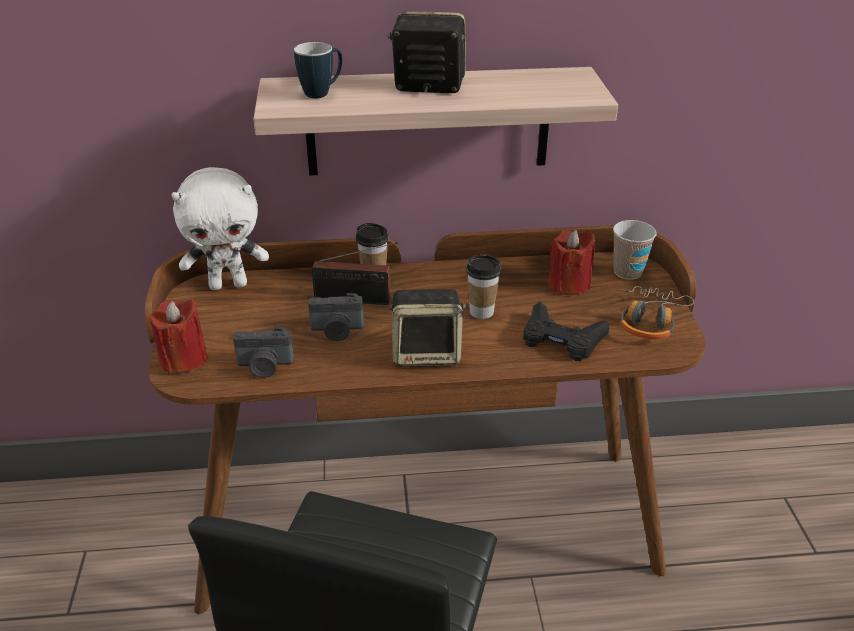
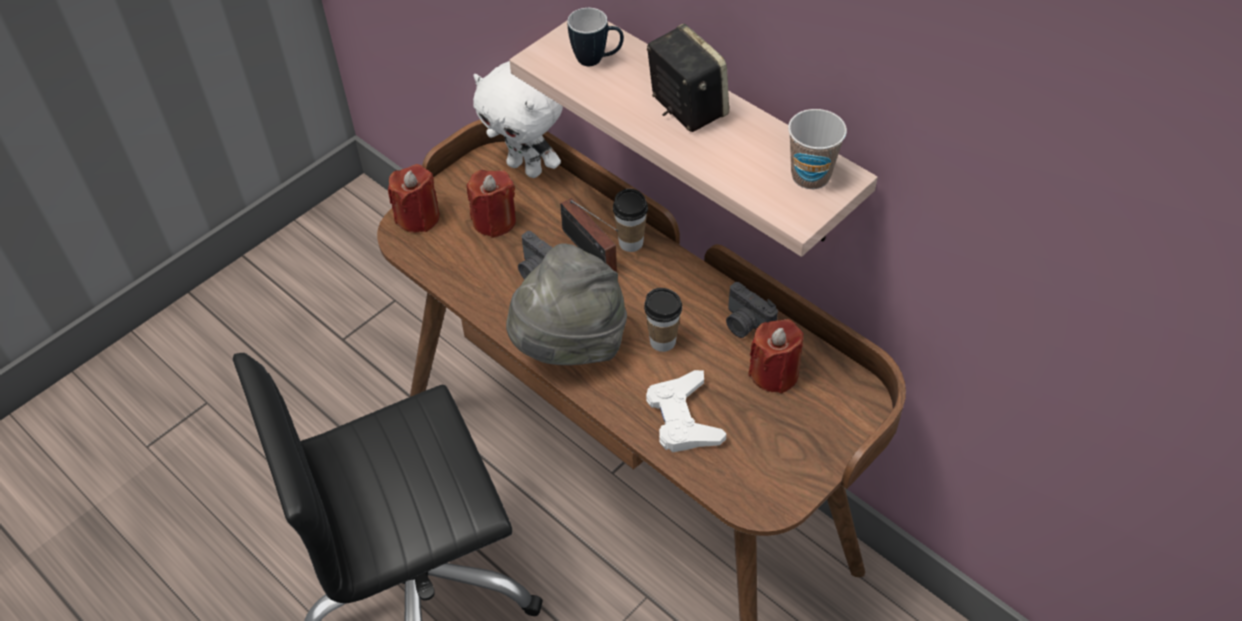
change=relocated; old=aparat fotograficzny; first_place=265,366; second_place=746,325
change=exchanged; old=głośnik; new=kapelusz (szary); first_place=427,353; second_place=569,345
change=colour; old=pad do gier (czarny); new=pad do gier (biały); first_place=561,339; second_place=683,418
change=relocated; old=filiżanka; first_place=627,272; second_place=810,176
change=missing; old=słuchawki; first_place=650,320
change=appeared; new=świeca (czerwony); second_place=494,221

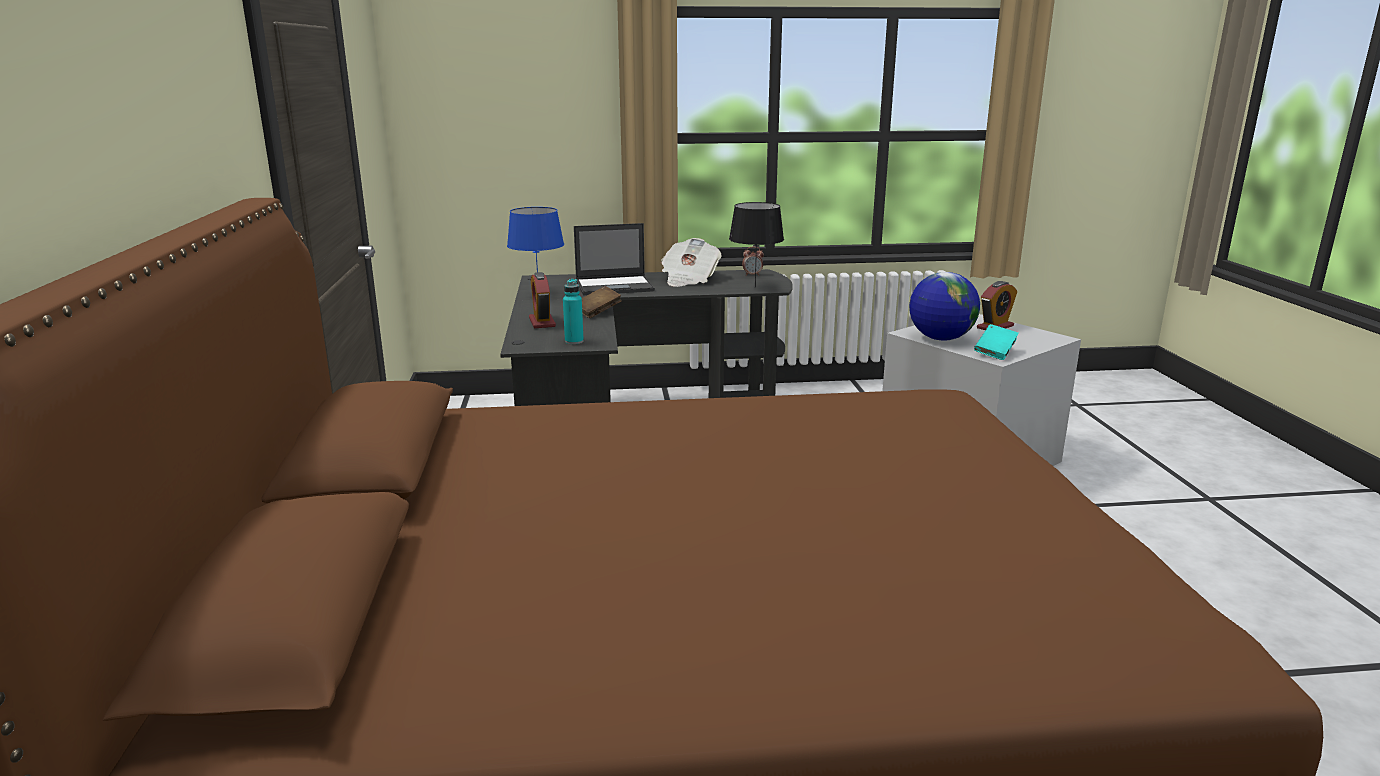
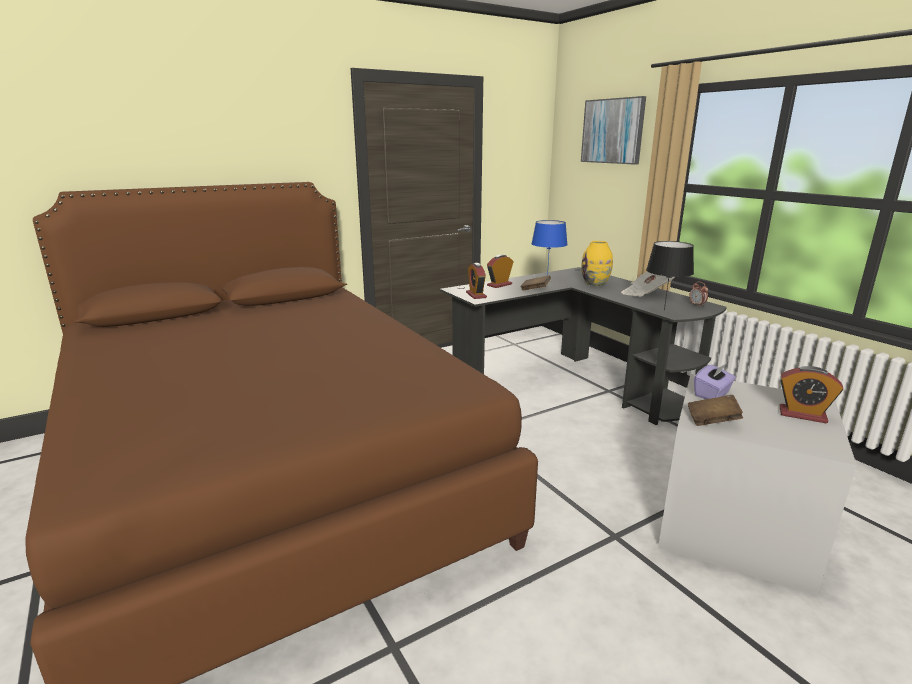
change=exchanged; old=butelka (turkusowy); new=budzik; first_place=574,341; second_place=476,295
change=exchanged; old=laptop; new=wazon (żółty); first_place=615,286; second_place=595,284
change=exchanged; old=globus; new=pudełko chusteczek (fioletowy); first_place=940,338; second_place=712,394
change=colour; old=książka (turkusowy); new=książka (brązowy); first_place=995,353; second_place=712,421
change=appeared; new=obraz; second_place=612,131

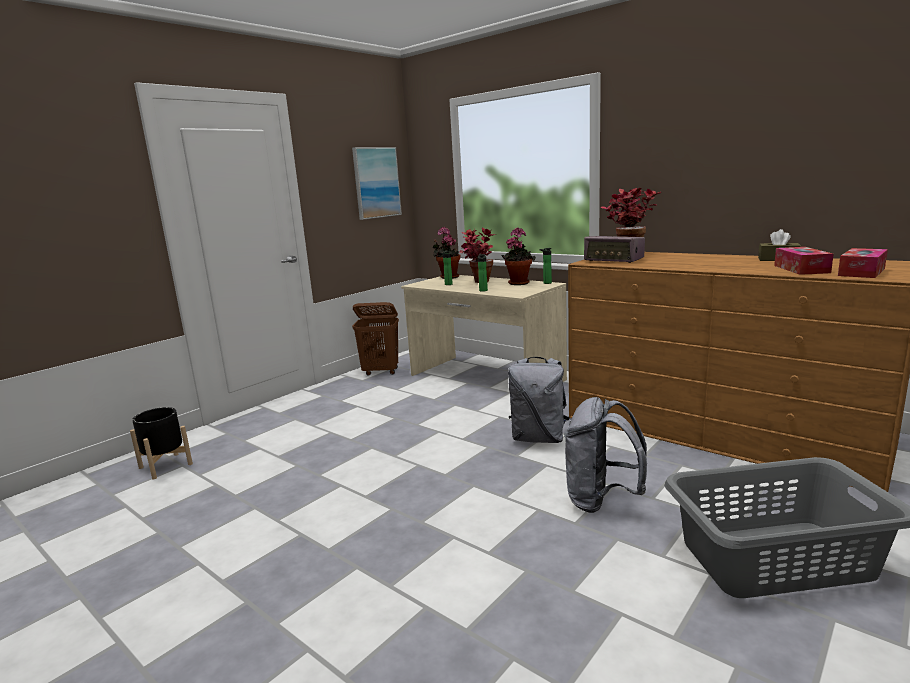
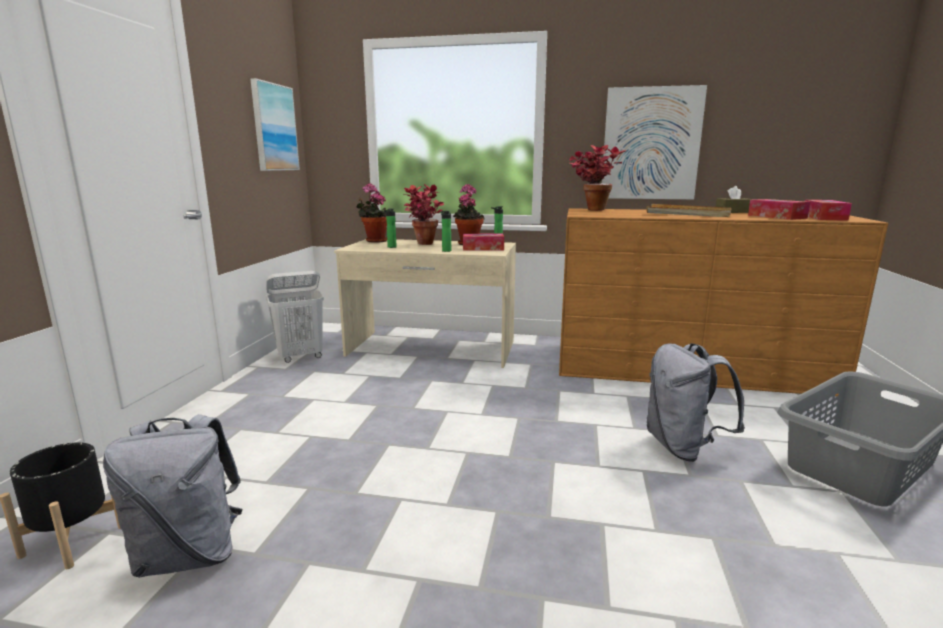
change=colour; old=kosz na pranie (brązowy); new=kosz na pranie (biały); first_place=381,372; second_place=301,357
change=relocated; old=plecak (szary); first_place=539,438; second_place=190,555
change=missing; old=radio; first_place=614,260
change=appeared; new=pudełko chusteczek; second_place=483,248
change=appeared; new=obraz; second_place=651,144
change=appeared; new=taca (beżowy); second_place=688,214

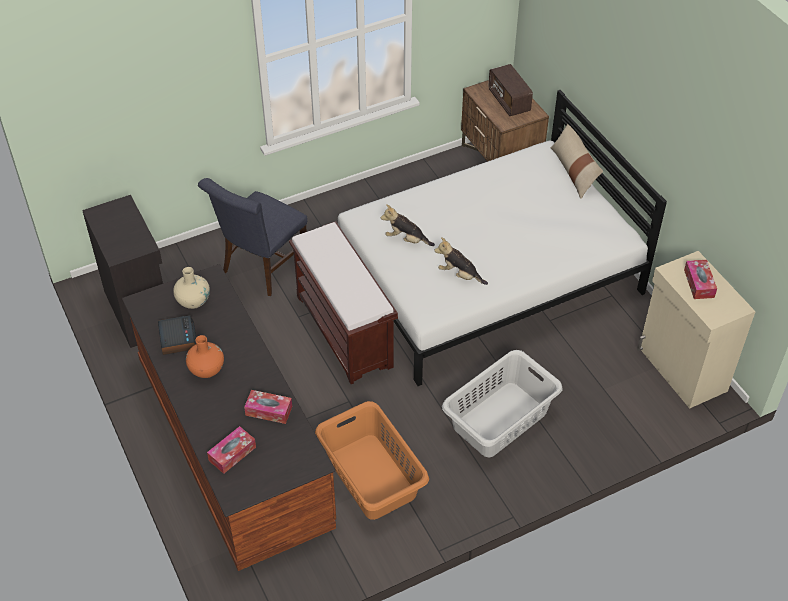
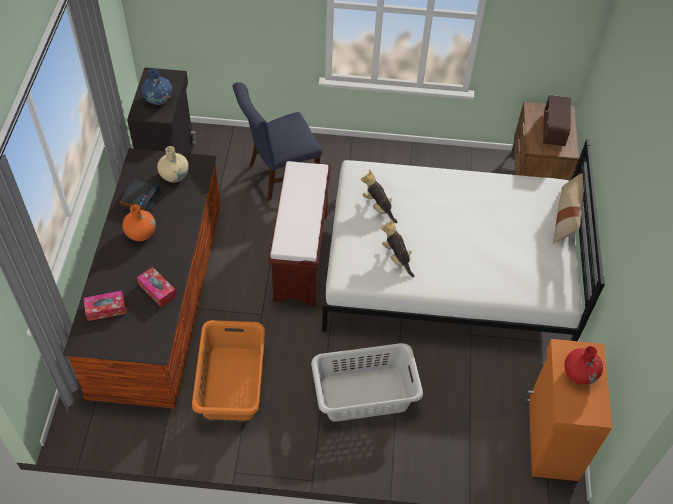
change=colour; old=szafka (beżowy); new=szafka (pomarańczowy); first_place=681,370; second_place=551,439
change=exchanged; old=pudełko chusteczek; new=wazon (czerwony); first_place=699,283; second_place=579,374
change=appeared; new=wazon (niebieski); second_place=158,99

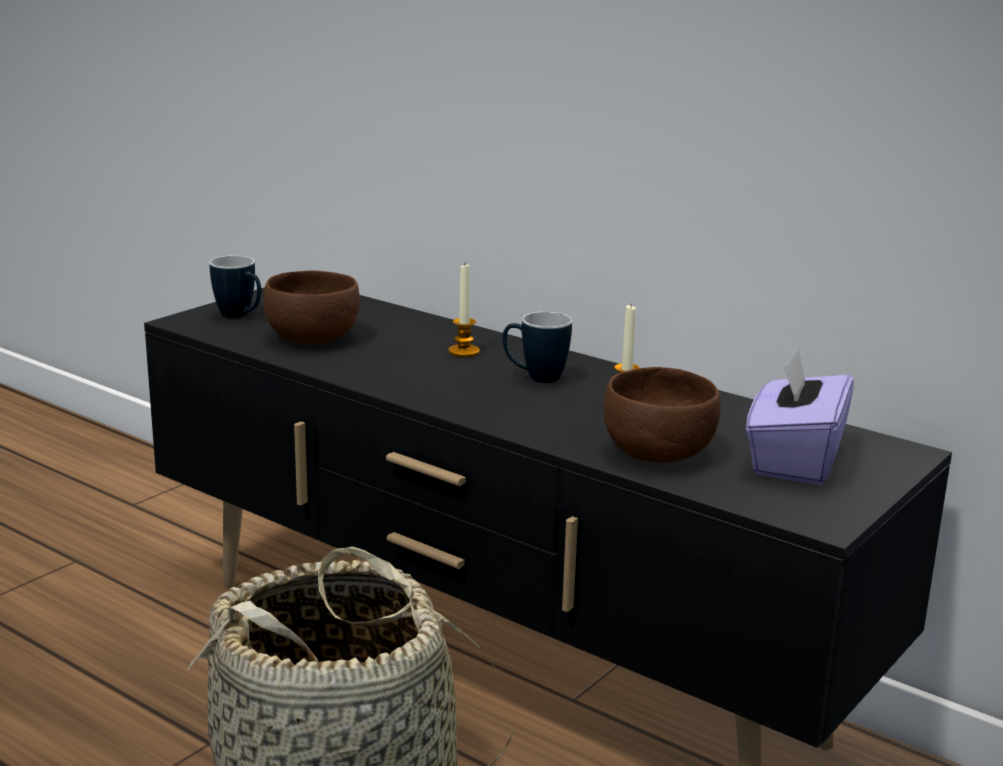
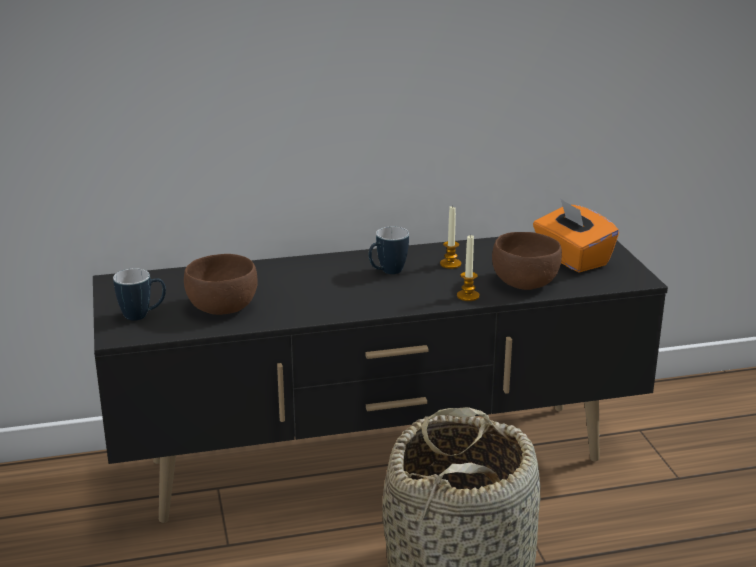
change=relocated; old=świeca; first_place=464,351; second_place=468,296
change=colour; old=pudełko chusteczek (fioletowy); new=pudełko chusteczek (pomarańczowy); first_place=794,460; second_place=572,259

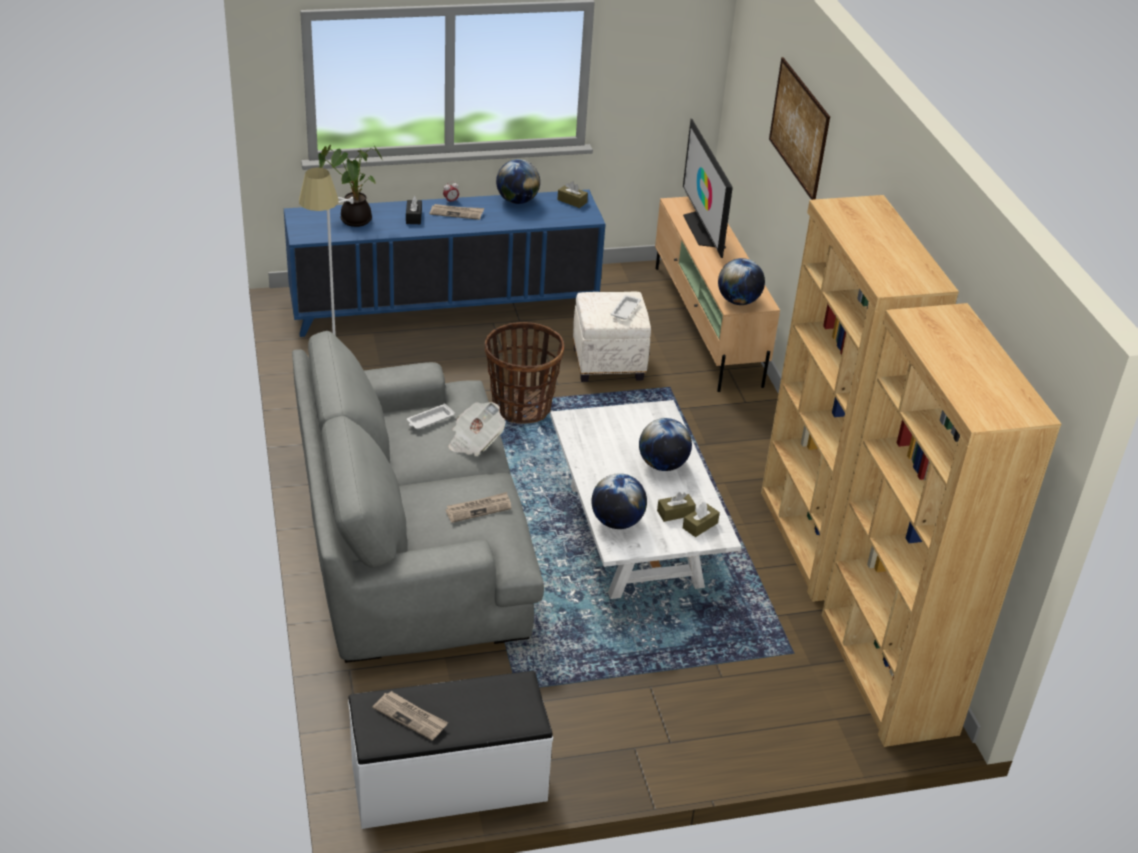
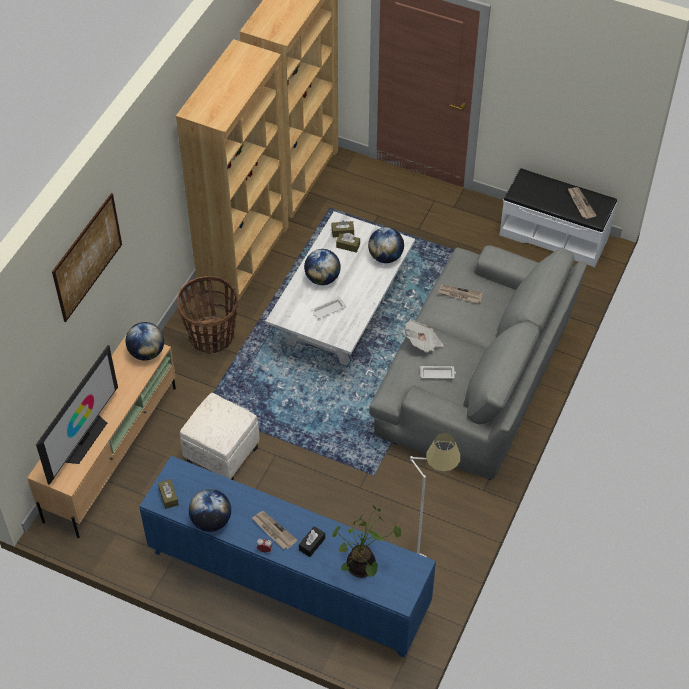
change=relocated; old=koszyk; first_place=521,407; second_place=211,336
change=relocated; old=taca (biały); first_place=625,309; second_place=328,310

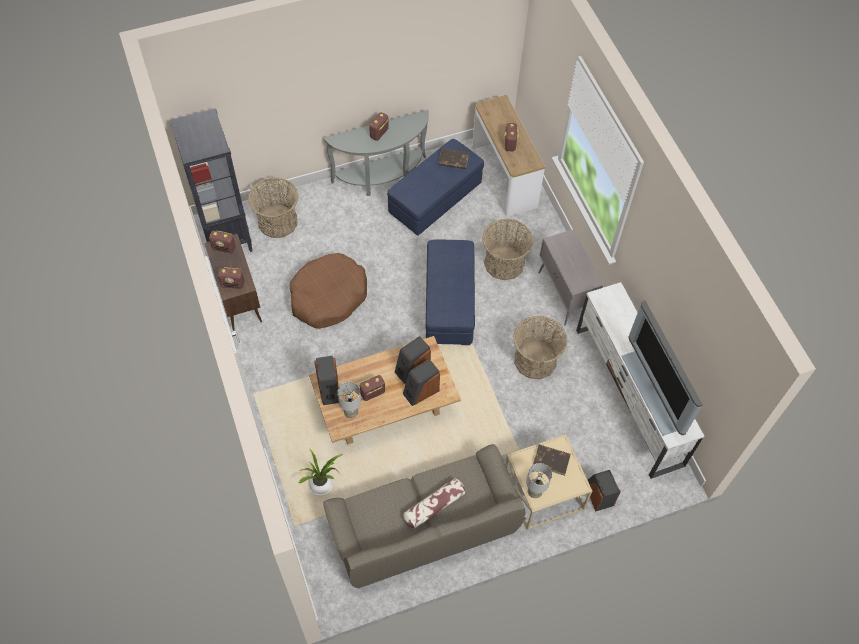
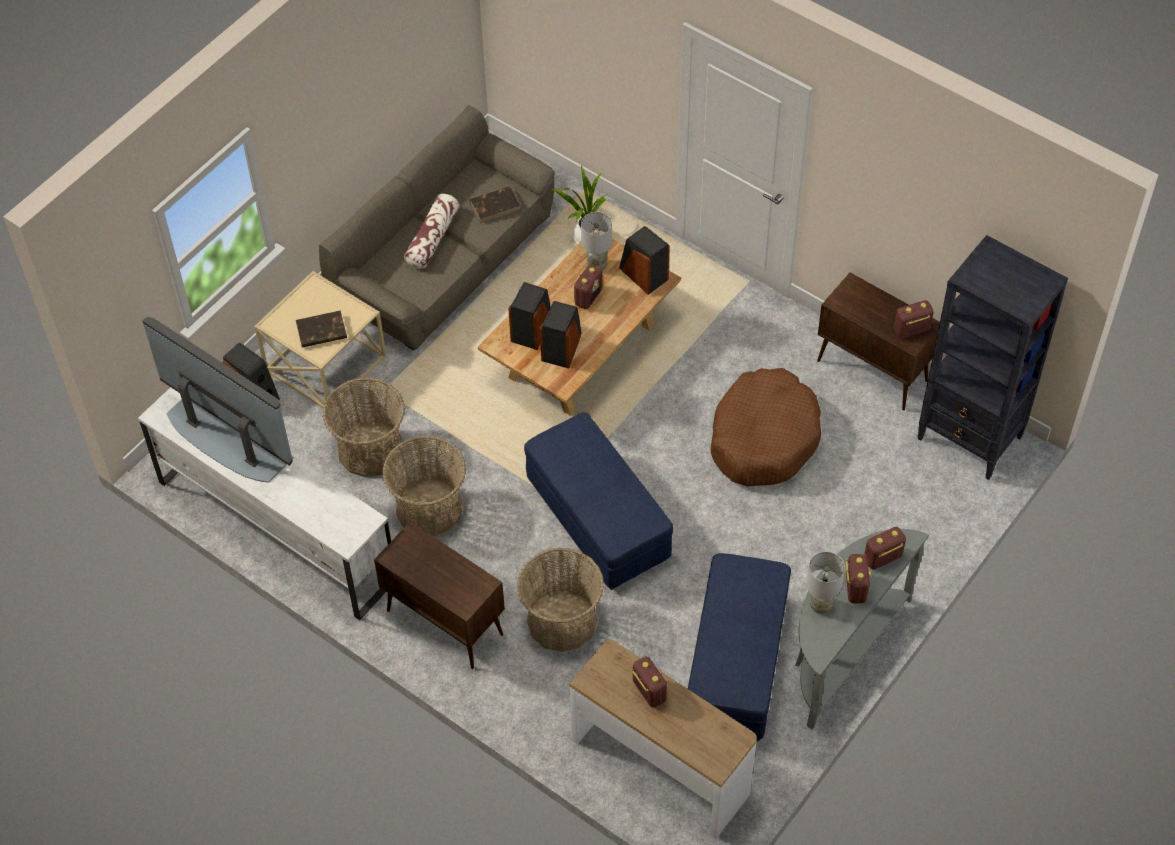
change=relocated; old=radio; first_place=233,284; second_place=882,558
change=relocated; old=koszyk; first_place=277,221; second_place=370,449
change=relocated; old=książka (brązowy); first_place=453,160; second_place=495,205
change=relocated; old=lampa stołowa (szary); first_place=534,492; second_place=821,605
change=colour; old=szafka (szary); new=szafka (brązowy); first_place=564,295; second_place=443,622

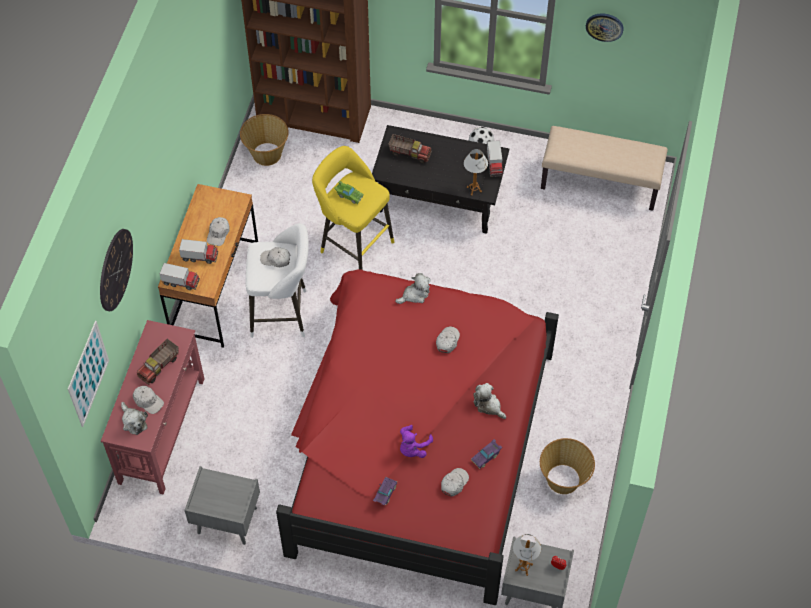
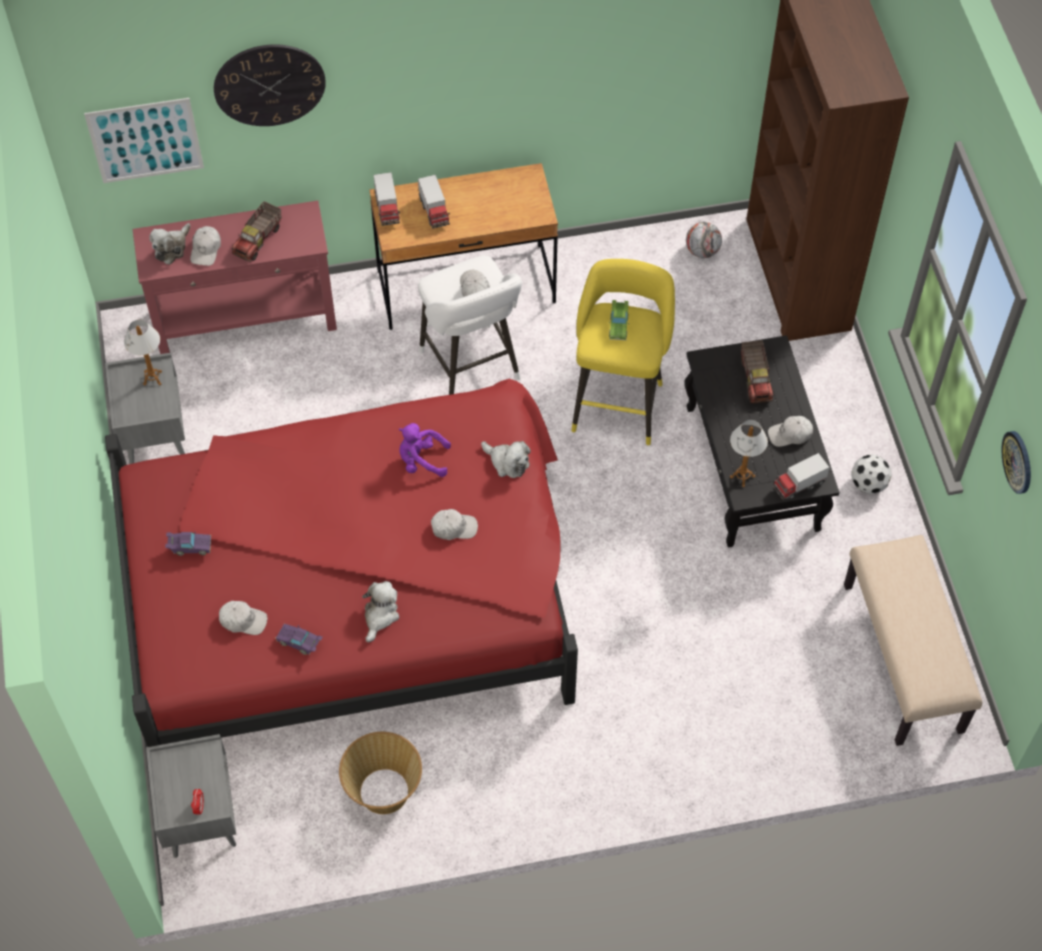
change=spun; old=ciężarówka zabawkowa; first_place=159,366; second_place=259,240; degrees=-75
change=relocated; old=czapka z daszkiem (biały); first_place=218,233; second_place=790,434
change=exchanged; old=koszyk; new=piłka futbolowa; first_place=266,153; second_place=702,251
change=relocated; old=pluszak (fioletowy); first_place=413,448; second_place=422,460
change=relocated; old=lampa stołowa; first_place=523,567; second_place=153,378

